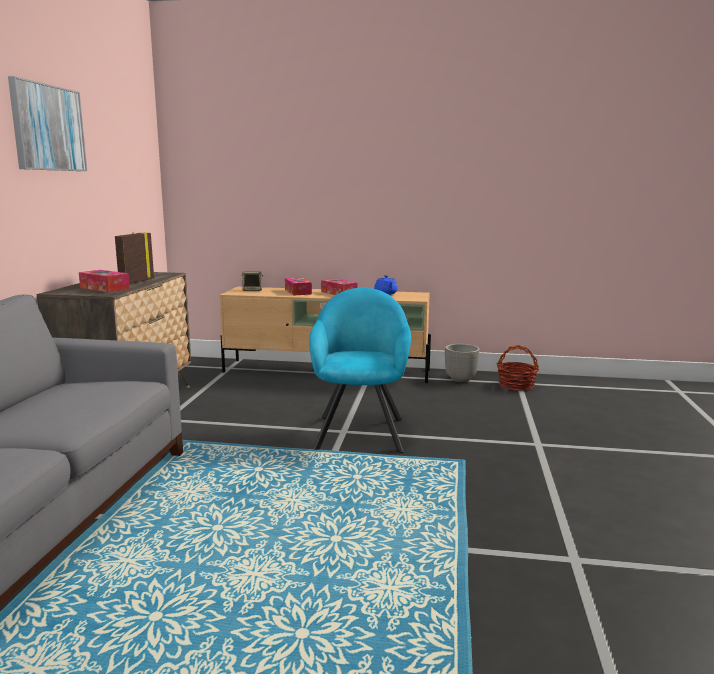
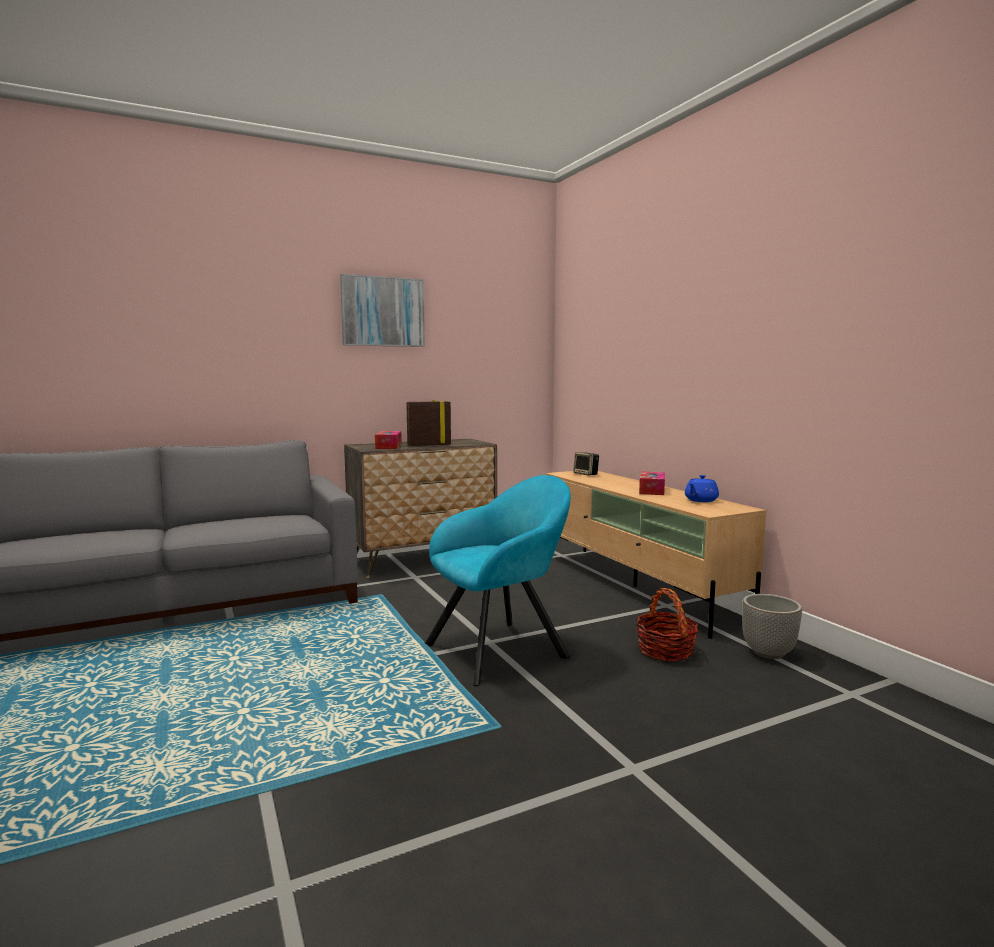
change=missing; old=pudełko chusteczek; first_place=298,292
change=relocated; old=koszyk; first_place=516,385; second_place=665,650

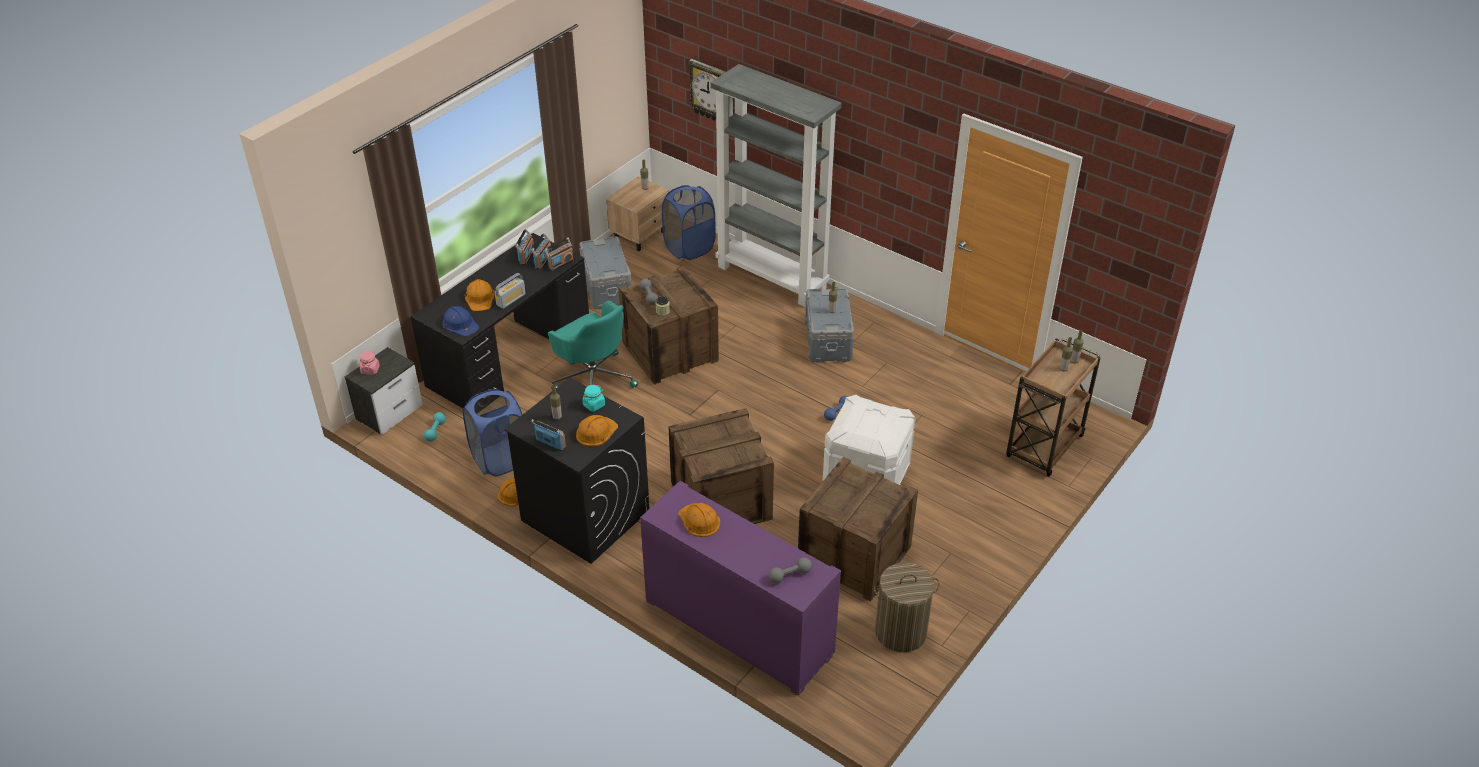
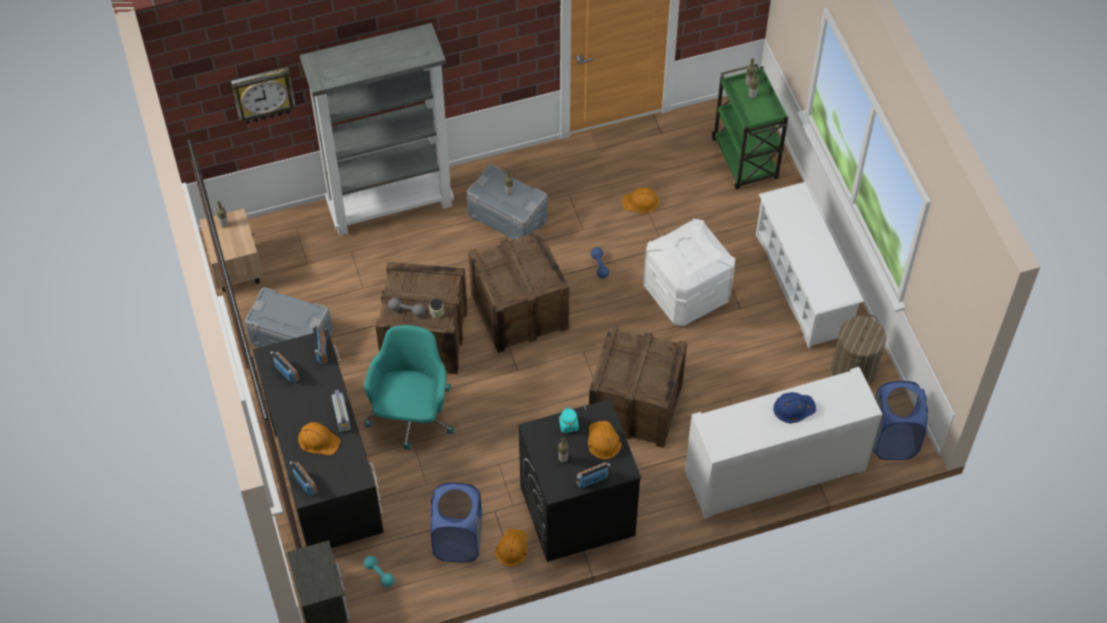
change=missing; old=słoik (różowy); first_place=370,369
change=relocated; old=kask (niebieski); first_place=460,324; second_place=793,407
change=relocated; old=radio; first_place=543,261; second_place=305,484
change=spun; old=krzesło biurowe (turkusowy); first_place=593,379; second_place=412,415; degrees=-75
change=colour; old=szafka (fioletowy); new=szafka (biały); first_place=738,627; second_place=775,471
change=relocated; old=kosz na pranie (niebieski); first_place=689,248; second_place=892,439
change=relocated; old=kask (pomarańczowy); first_place=699,520; second_place=641,202
change=missing; old=hantel (szary); first_place=790,575
change=relocated; old=skrzynka; first_place=854,556; second_place=519,311
change=colour; old=wózek (brązowy); new=wózek (zielony); first_place=1044,448; second_place=745,160
change=appeared; new=regał na buty (biały); second_place=803,285

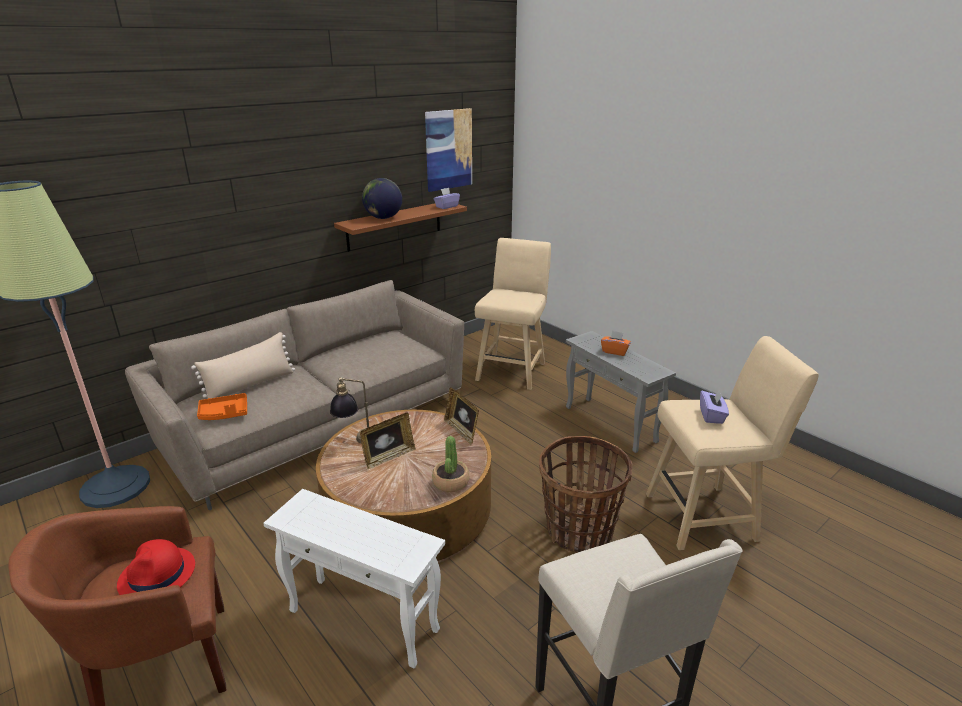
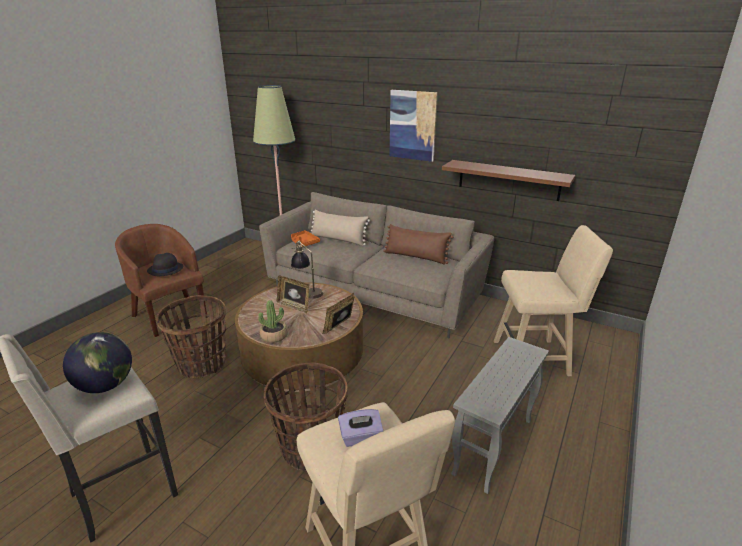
change=colour; old=kapelusz (czerwony); new=kapelusz (czarny); first_place=157,575; second_place=165,269
change=exchanged; old=stolik (biały); new=koszyk; first_place=363,620; second_place=201,364
change=relocated; old=globus; first_place=383,218; second_place=106,385
change=relocated; old=obraz; first_place=448,149; second_place=413,125
change=missing; old=pudełko chusteczek (fioletowy); first_place=446,207
change=missing; old=pudełko chusteczek (pomarańczowy); first_place=614,351
change=appeared; new=poduszka (brązowy); second_place=416,257

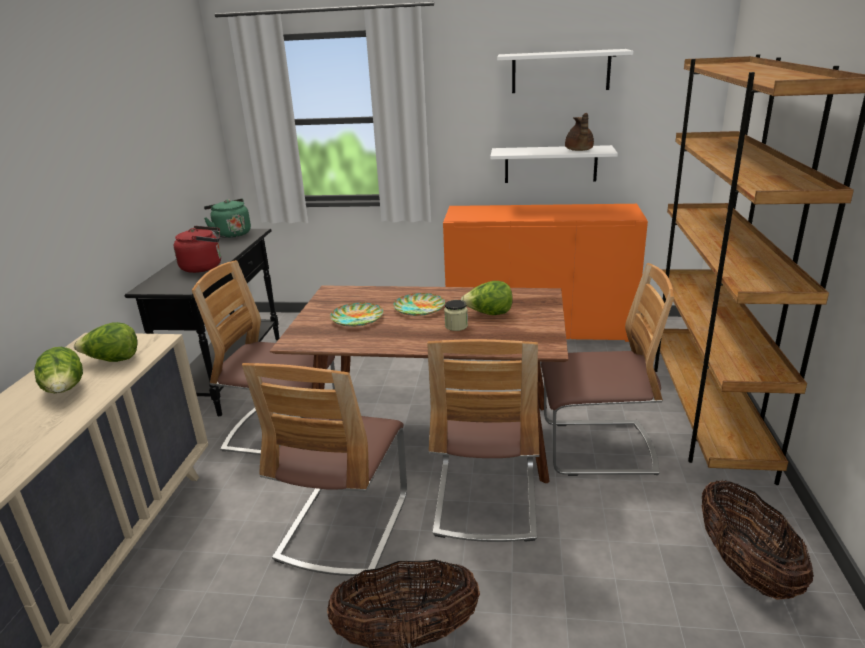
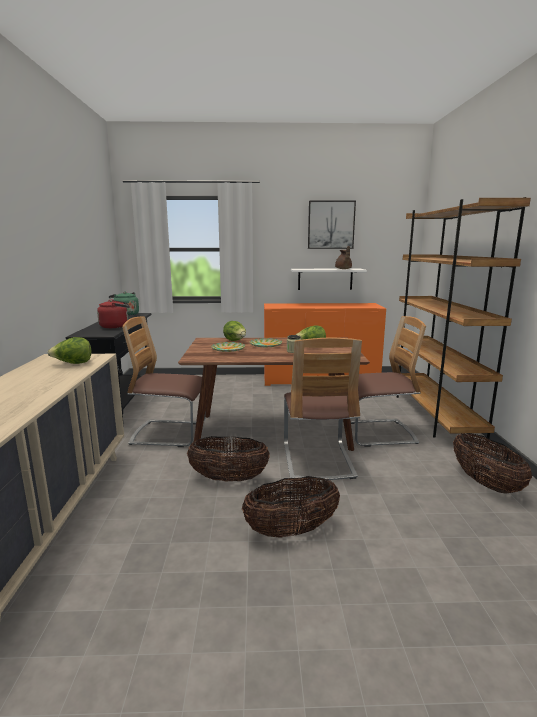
change=relocated; old=sałata; first_place=65,391; second_place=235,341
change=exchanged; old=krzesło; new=koszyk; first_place=344,526; second_place=228,478
change=exchanged; old=półka (biały); new=obraz; first_place=560,71; second_place=331,225

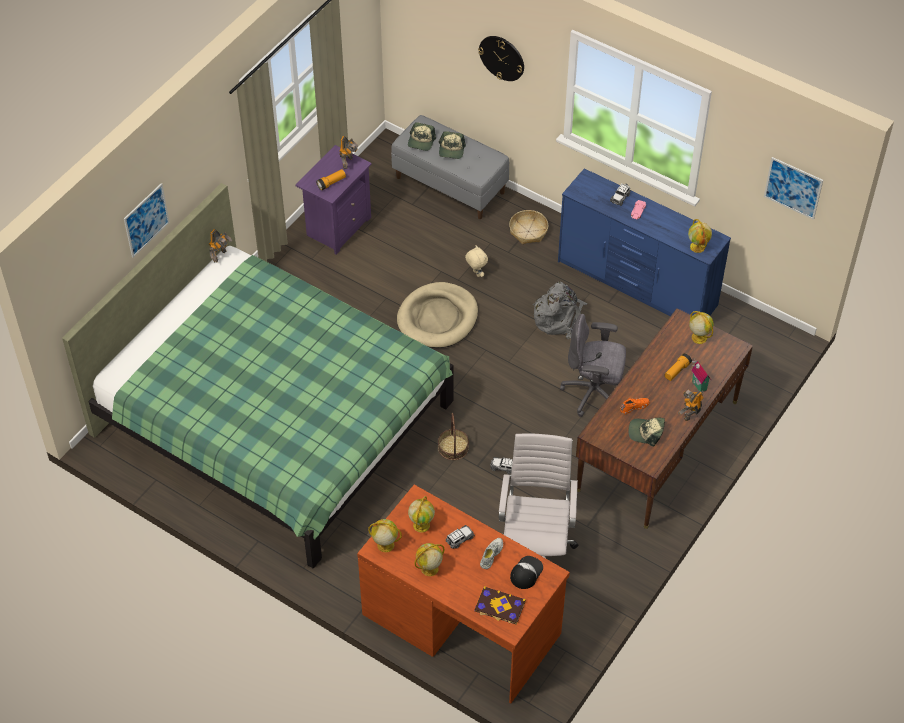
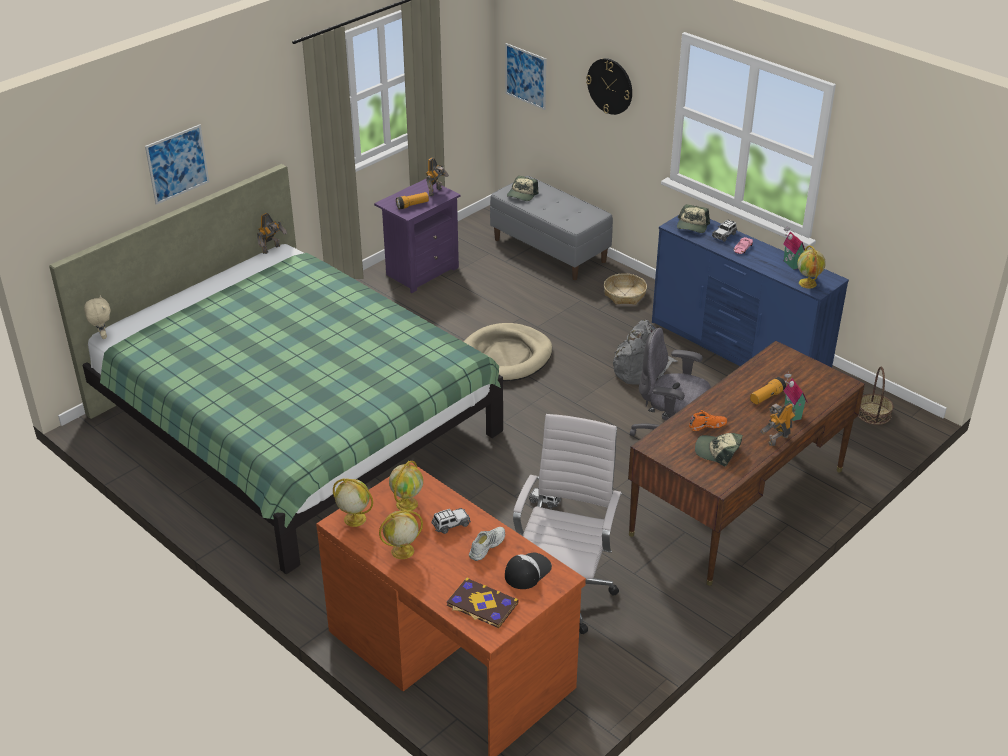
change=relocated; old=koszyk; first_place=453,447; second_place=873,413
change=relocated; old=czapka z daszkiem; first_place=451,150; second_place=692,226
change=relocated; old=pluszak (beżowy); first_place=476,273; second_place=102,335
change=missing; old=globus; first_place=698,337
change=relocated; old=obraz; first_place=793,188; second_place=526,76
change=appeared; new=domek; second_place=790,264

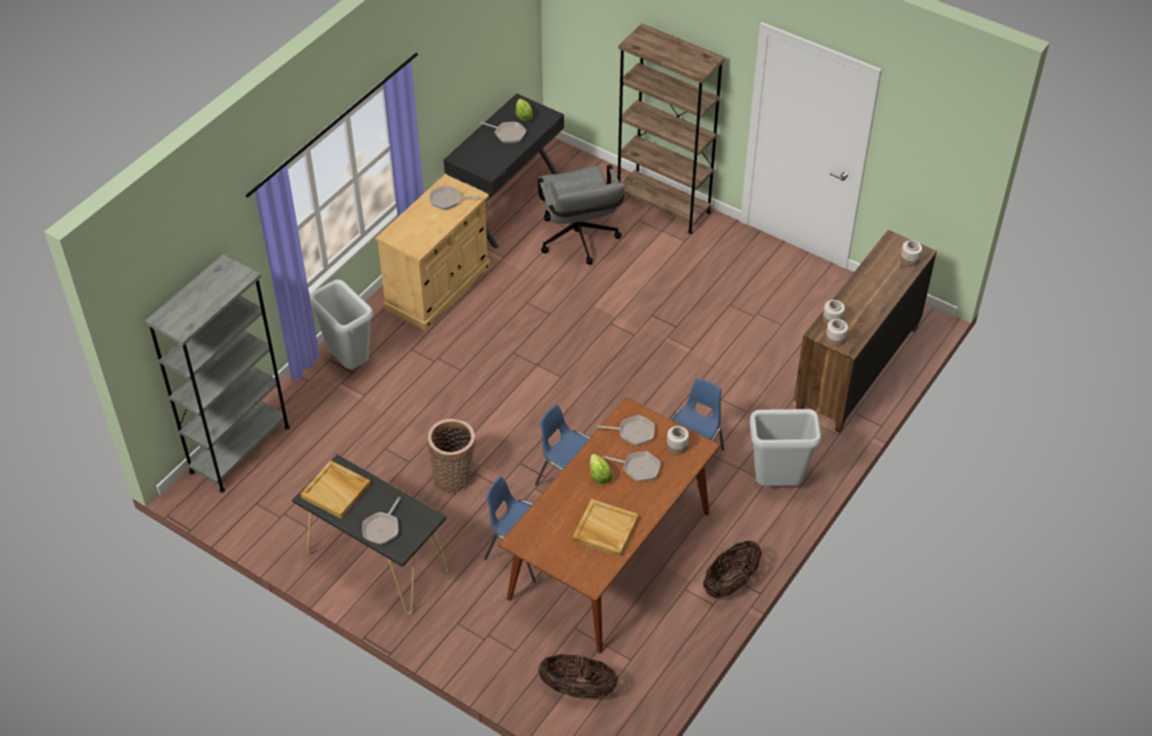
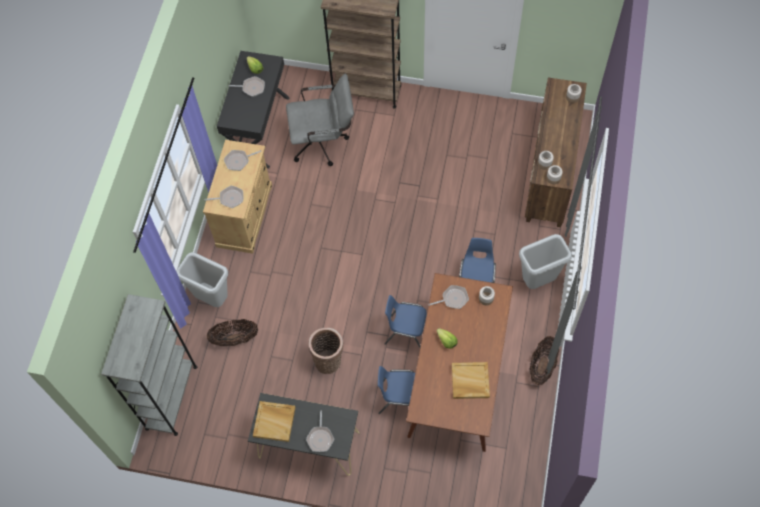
change=spun; old=krzesło biurowe (szary); first_place=579,242; second_place=324,142; degrees=-60
change=relocated; old=koszyk; first_place=577,689; second_place=235,338
change=relocated; old=patelnia; first_place=638,468; second_place=229,198

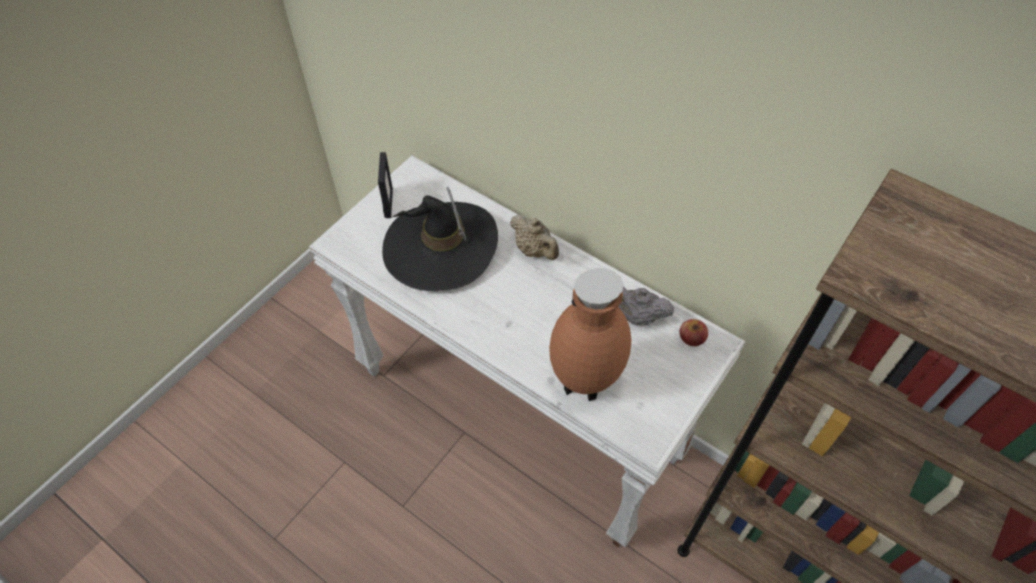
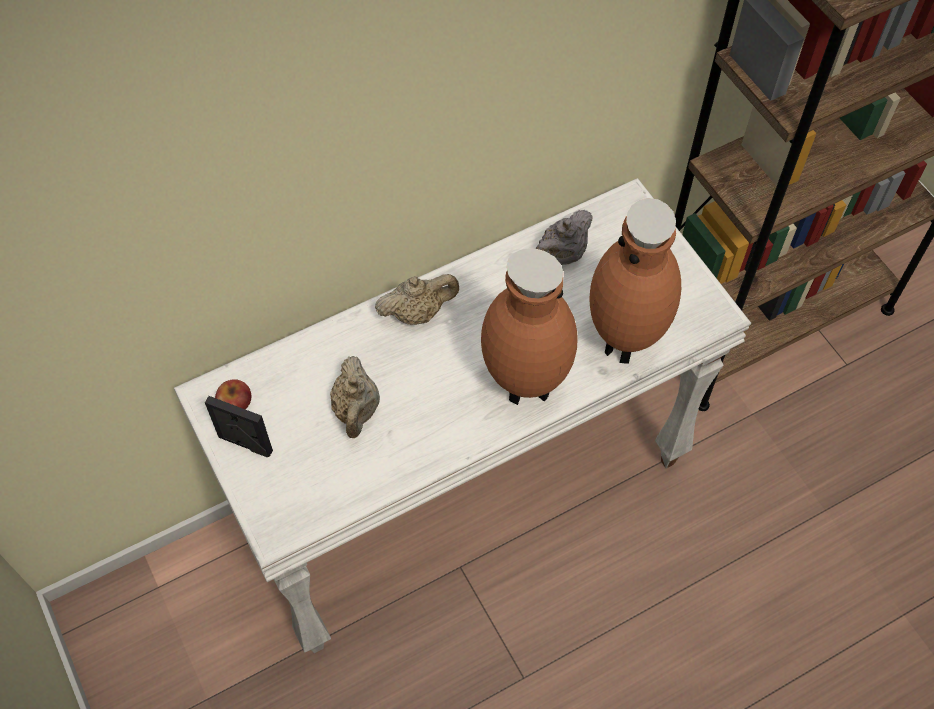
change=exchanged; old=kapelusz (czarny); new=imbryk (beżowy); first_place=440,248; second_place=356,410
change=relocated; old=jabłko; first_place=691,337; second_place=235,402
change=appeared; new=wazon (brązowy); second_place=523,388

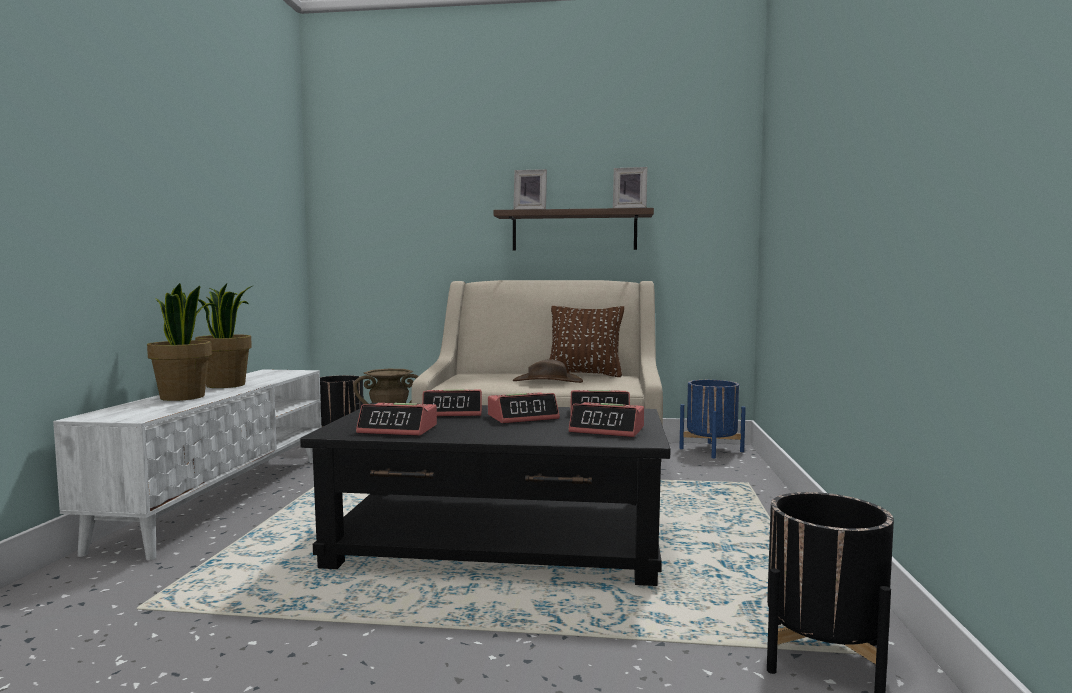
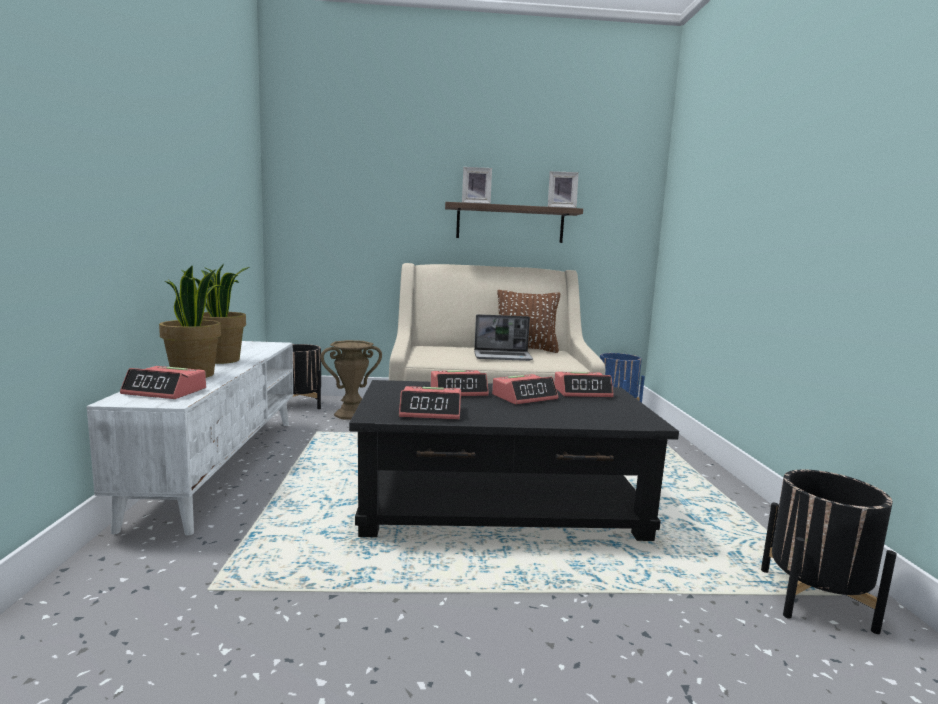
change=exchanged; old=kapelusz (brązowy); new=laptop; first_place=547,381; second_place=503,356
change=relocated; old=budzik; first_place=607,430; second_place=165,391

